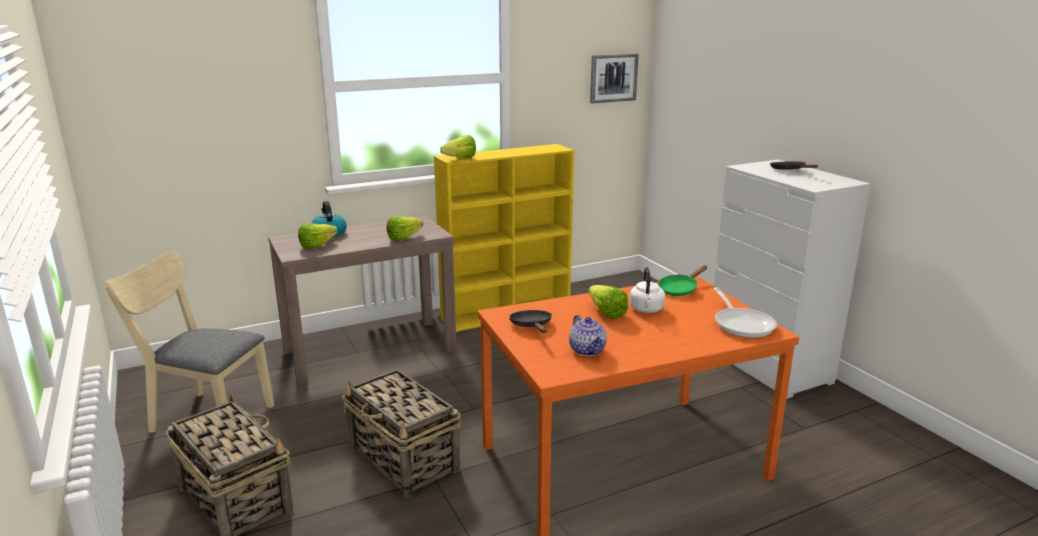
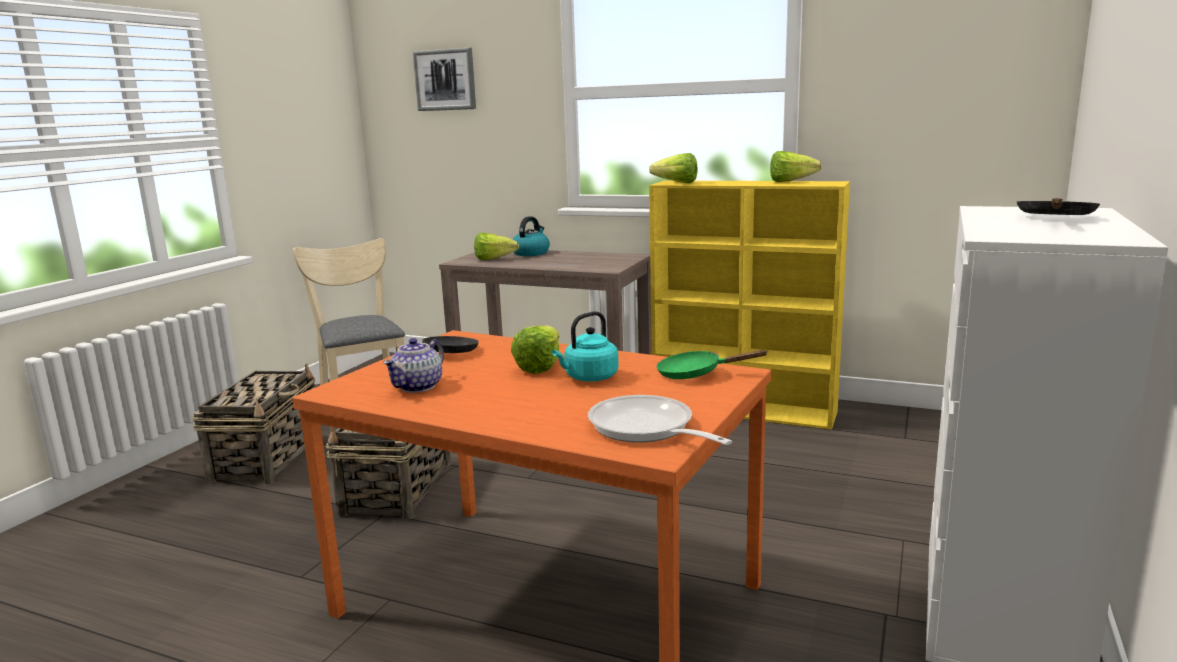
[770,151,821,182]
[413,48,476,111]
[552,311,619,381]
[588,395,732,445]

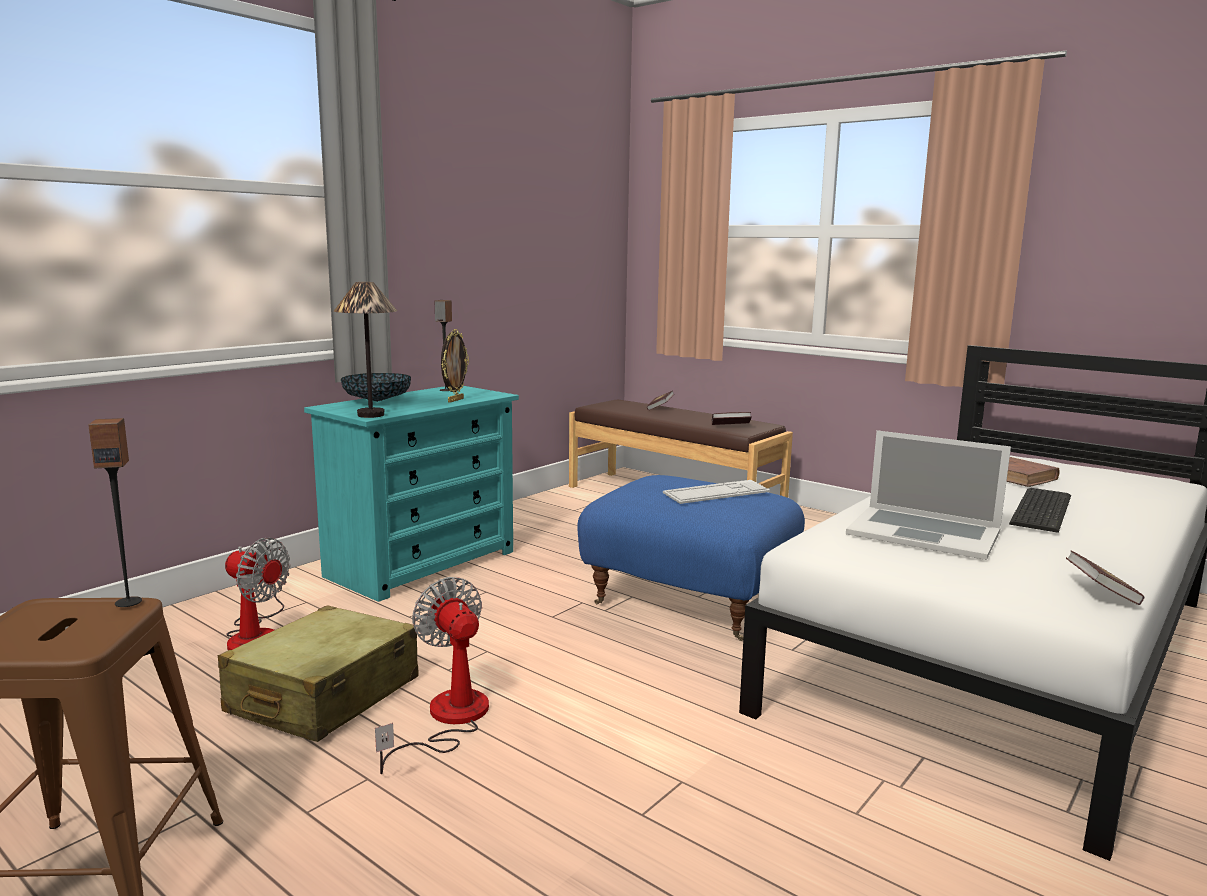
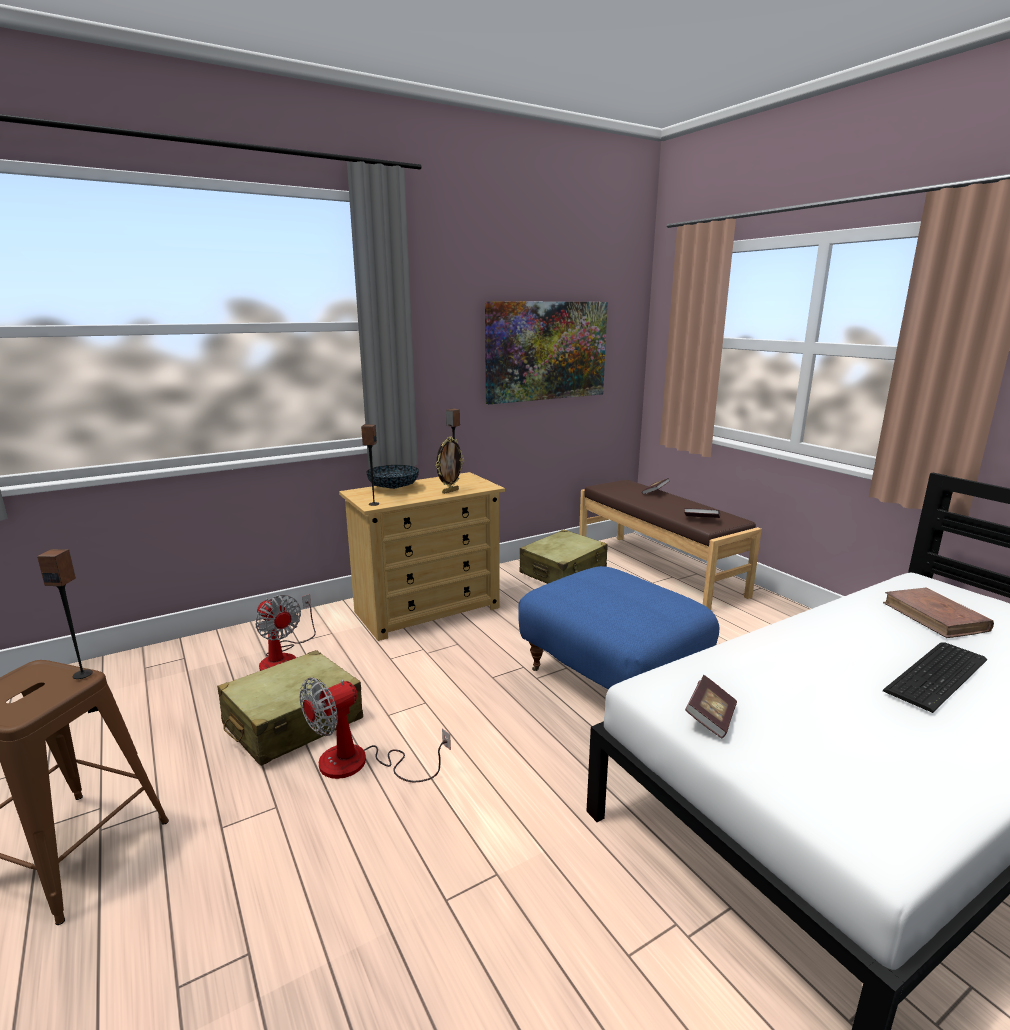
[663,480,770,504] (first image)
[846,430,1011,560] (first image)
[485,301,608,404]
[519,530,608,584]
[685,675,737,738]
[361,424,379,506]
[339,472,505,641]
[300,677,451,782]

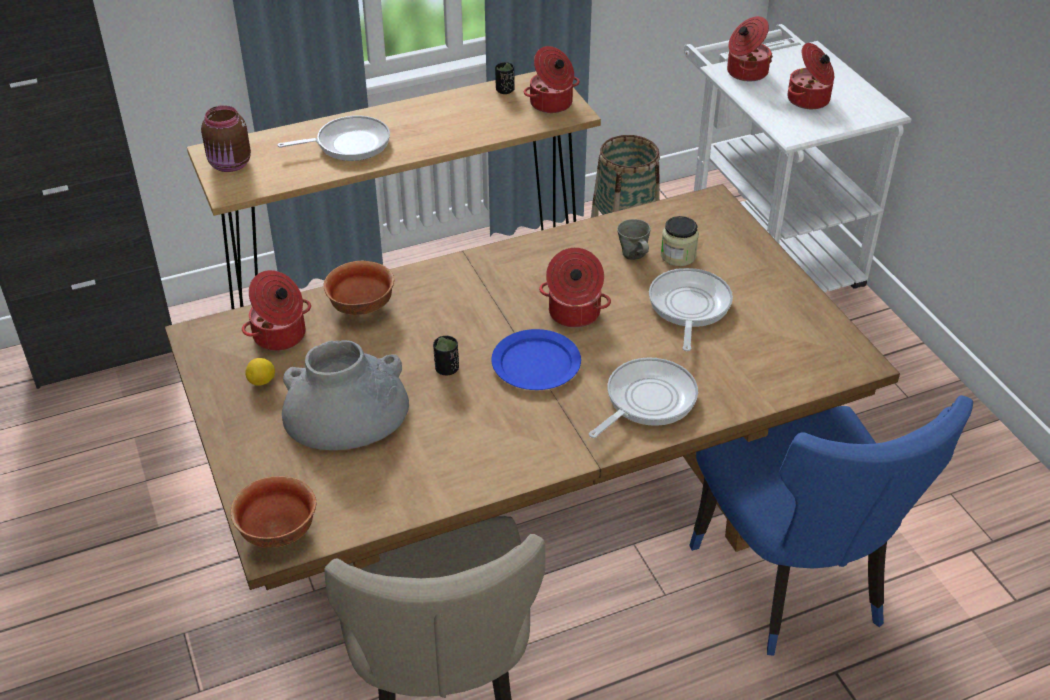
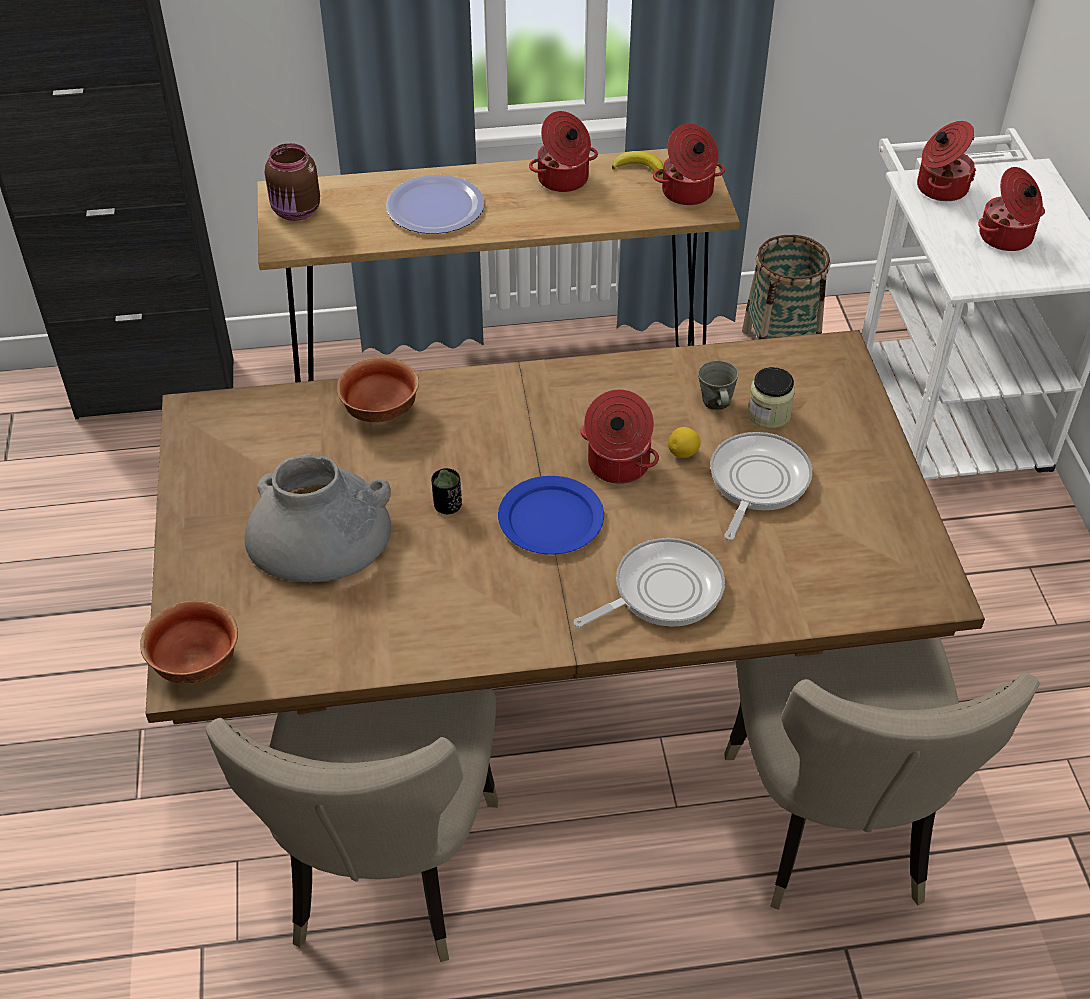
[529,111,598,192]
[668,427,701,458]
[386,175,485,234]
[612,151,663,175]
[724,637,1040,910]

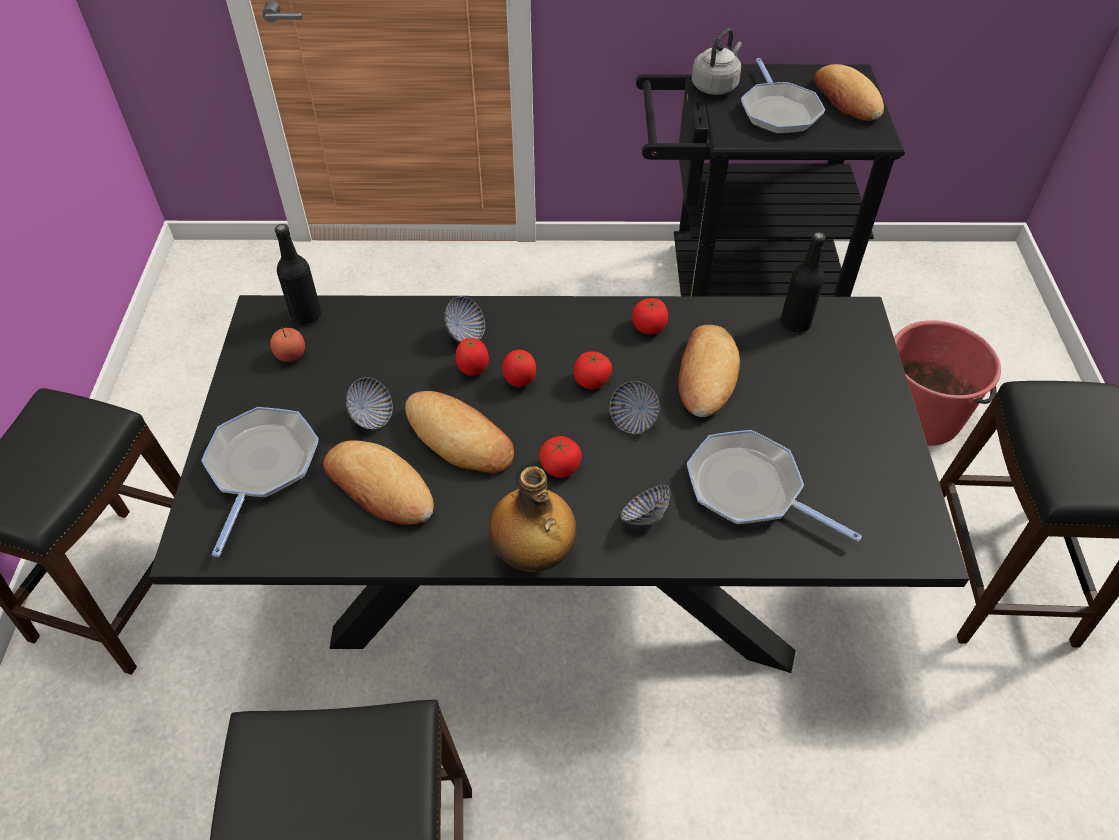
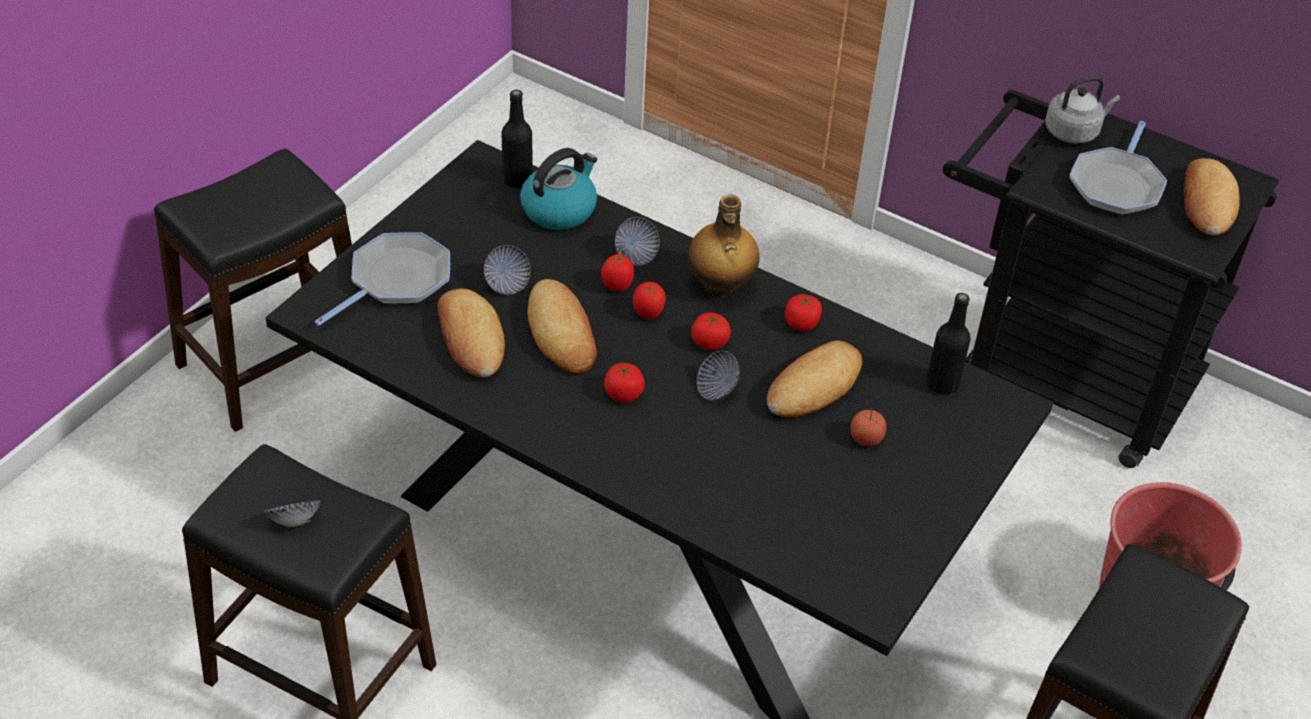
[687,430,862,542] (first image)
[520,148,597,230]
[850,409,887,446]
[688,195,760,297]
[264,501,320,528]

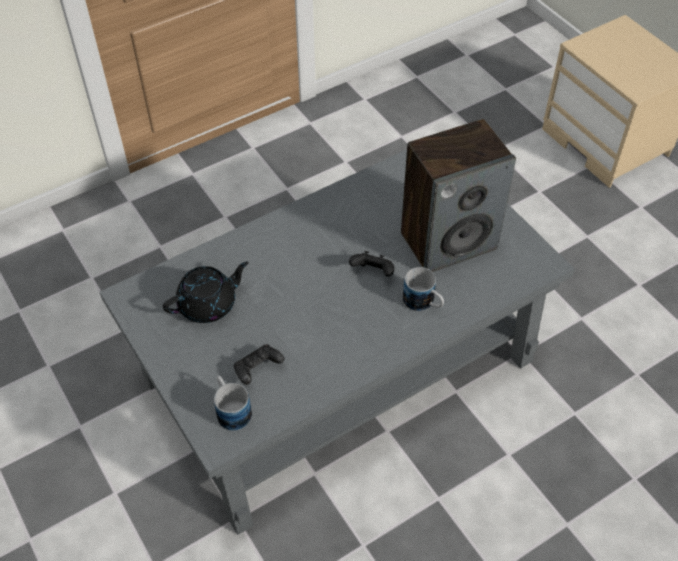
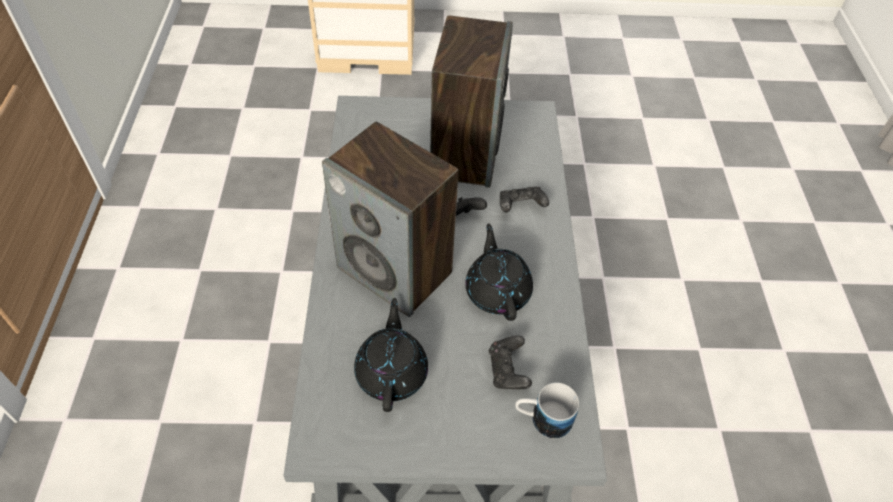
[322,122,459,317]
[465,224,533,321]
[500,187,549,212]

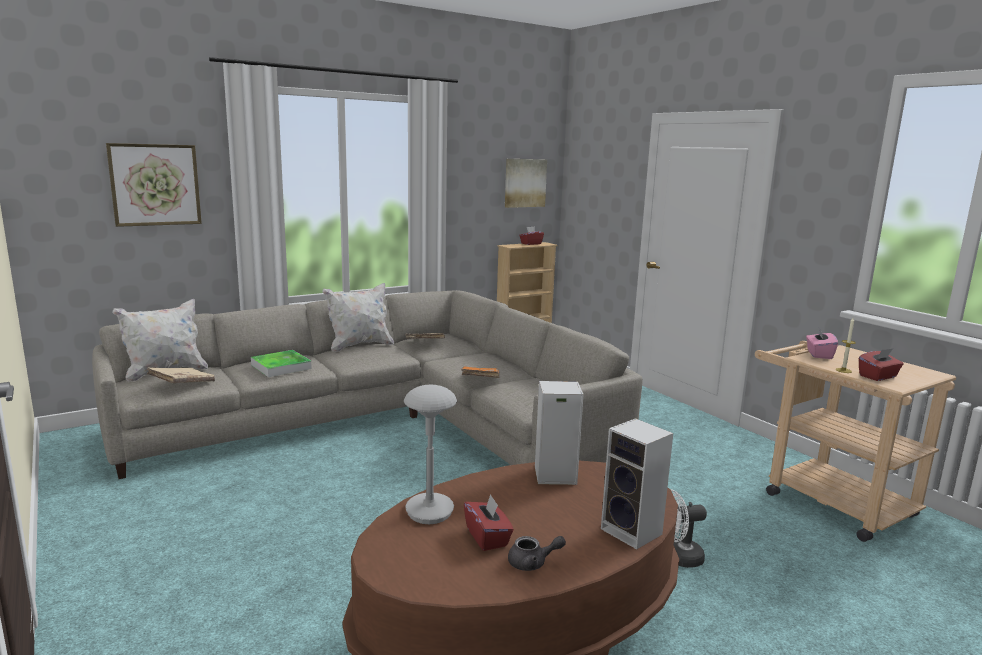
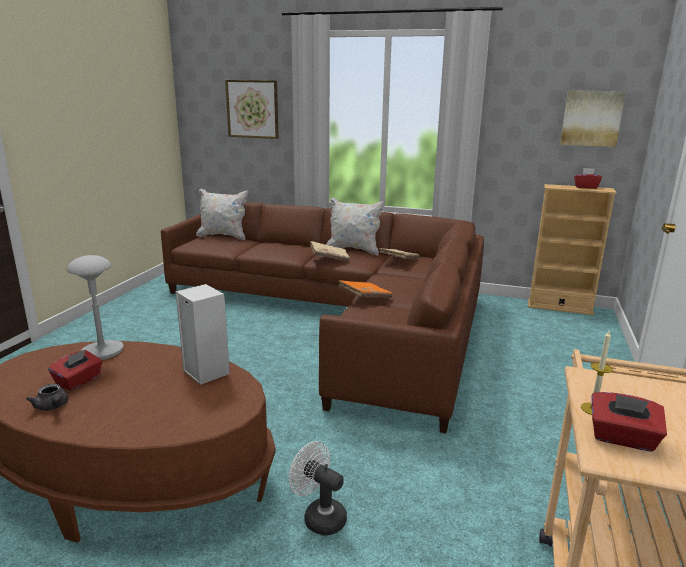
[251,350,312,377] (first image)
[601,418,673,549] (first image)
[806,328,838,359] (first image)
[310,241,350,262]
[161,202,484,433]

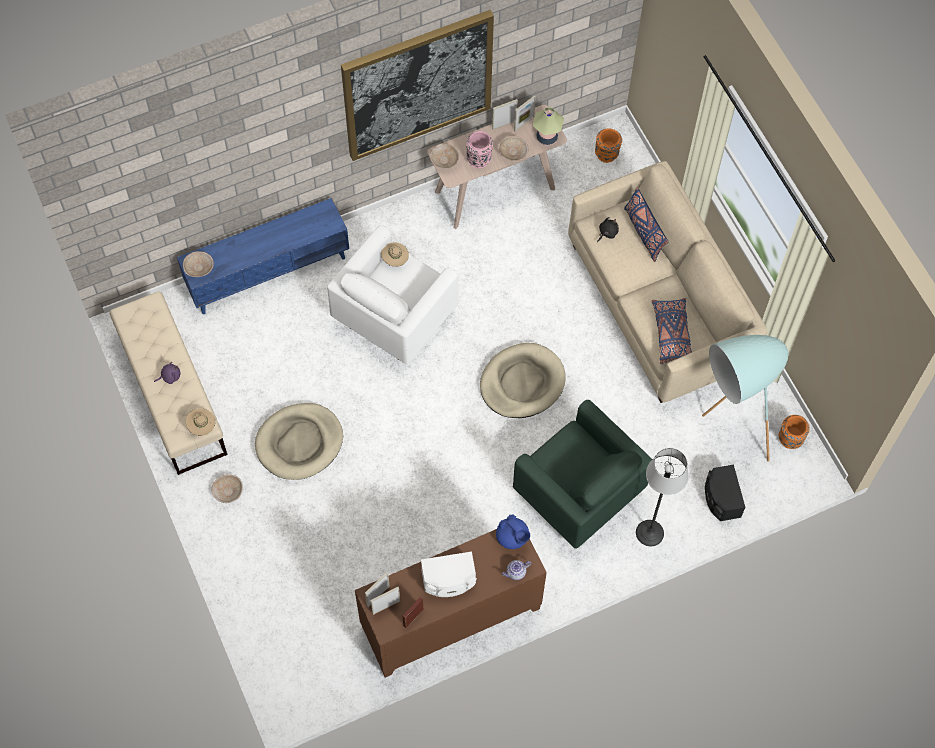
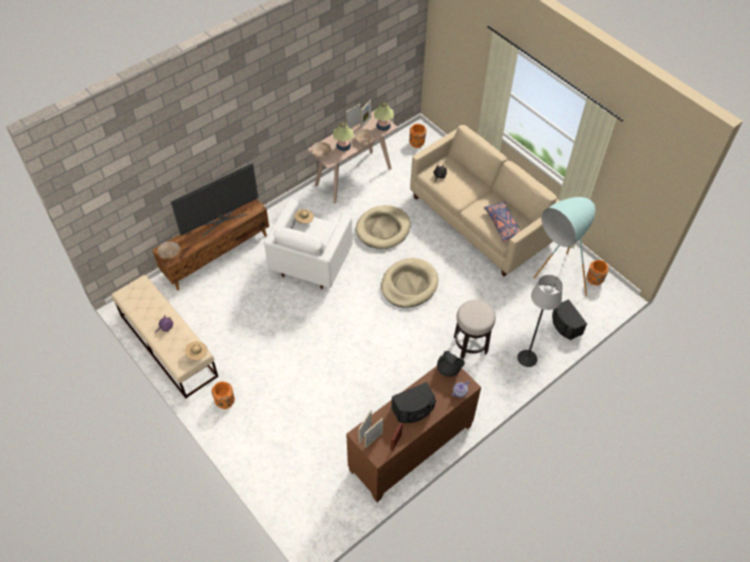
[341,10,494,161] (first image)
[624,187,669,262] (first image)
[170,162,258,237]
[356,205,411,249]
[211,382,235,409]
[333,122,353,152]
[454,300,496,359]
[152,199,269,290]
[391,382,436,423]
[437,351,465,377]

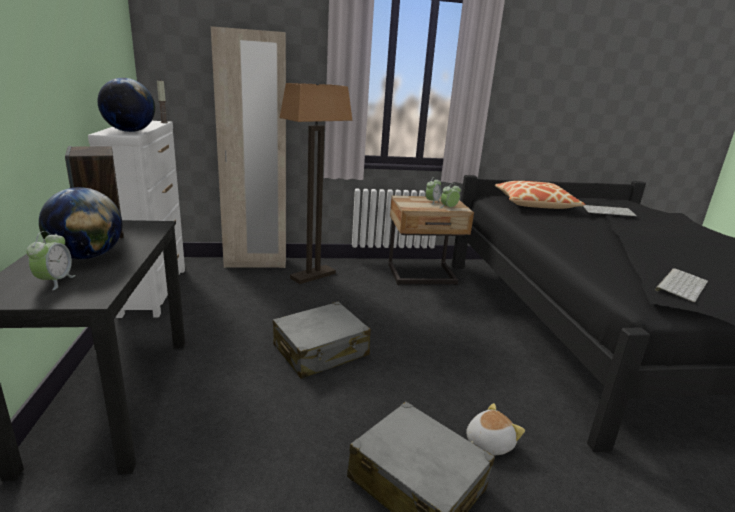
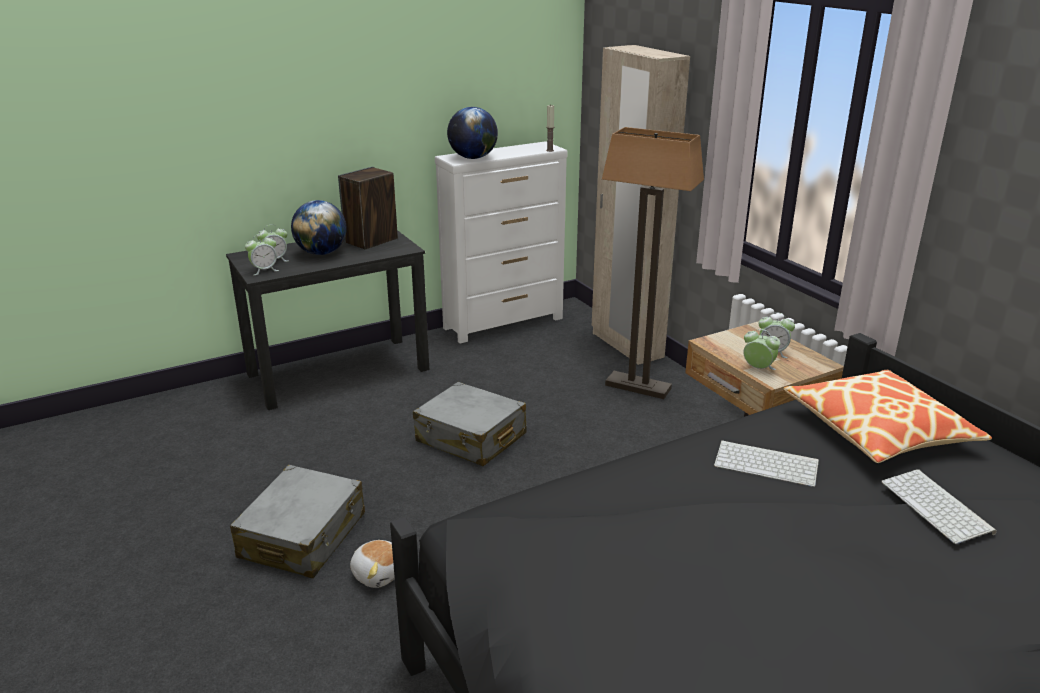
[245,234,279,275]
[714,440,819,487]

